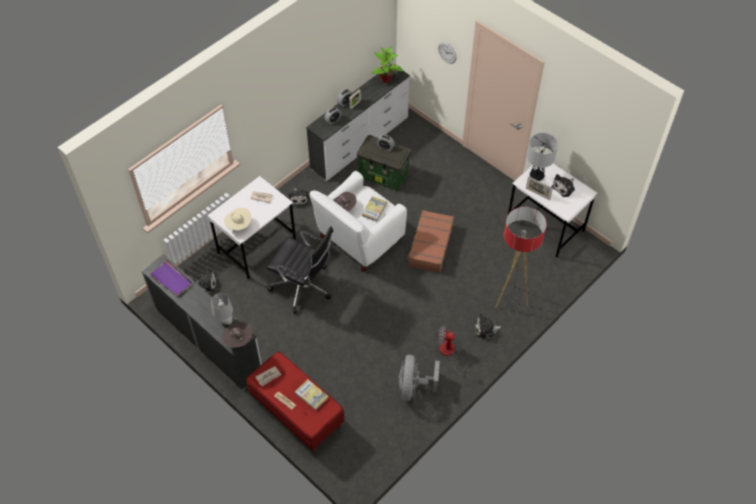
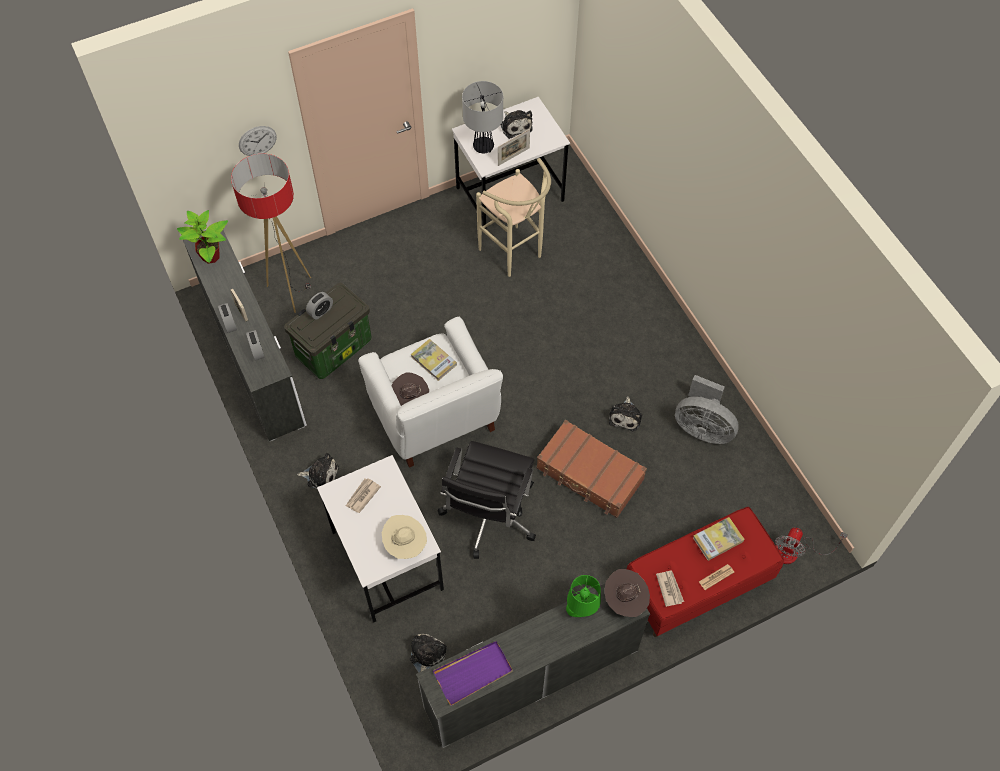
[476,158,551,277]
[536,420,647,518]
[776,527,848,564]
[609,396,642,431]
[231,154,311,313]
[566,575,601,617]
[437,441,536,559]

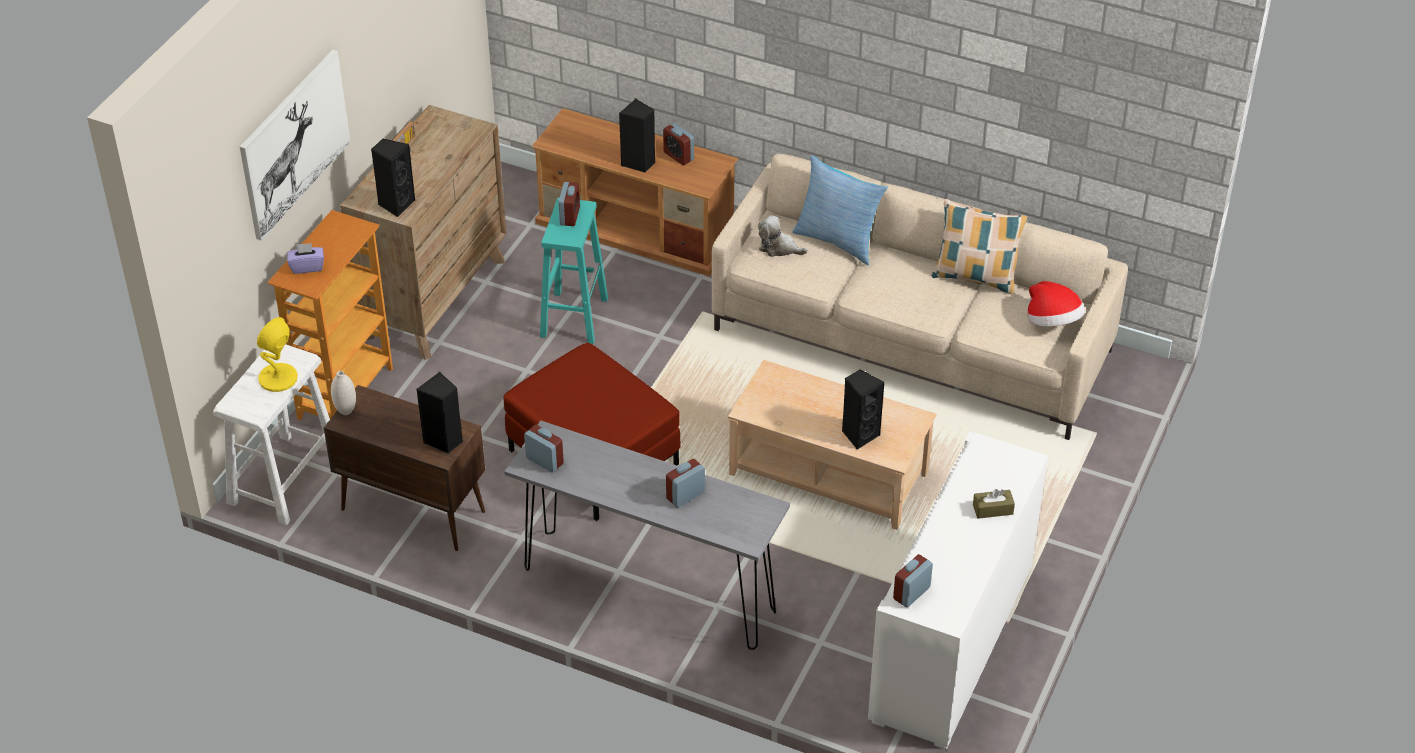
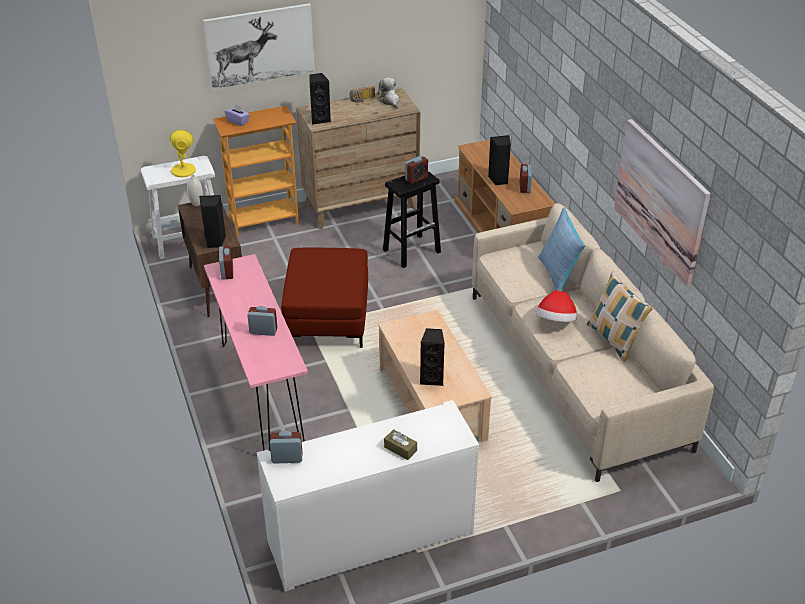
[614,119,711,287]
[377,77,399,109]
[536,290,577,322]
[204,254,308,451]
[383,171,441,268]

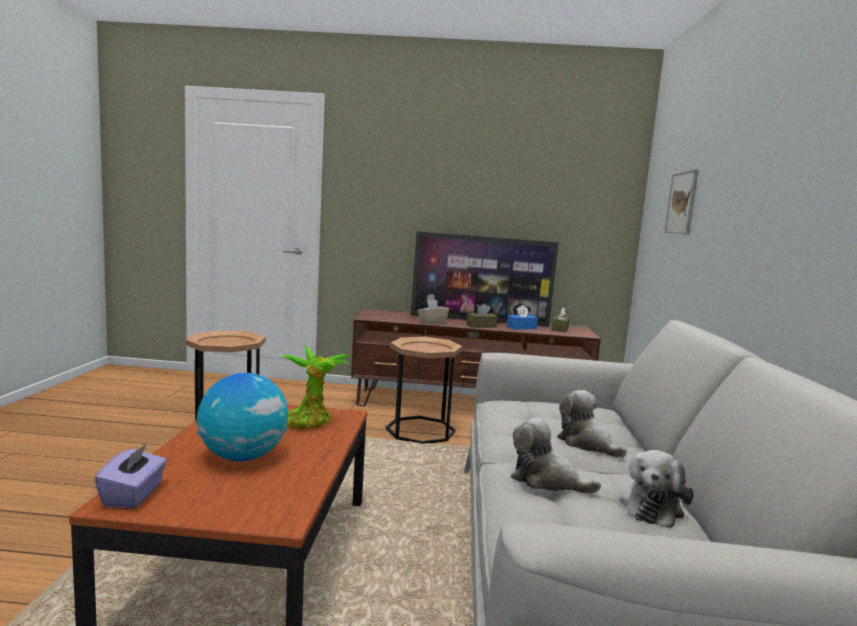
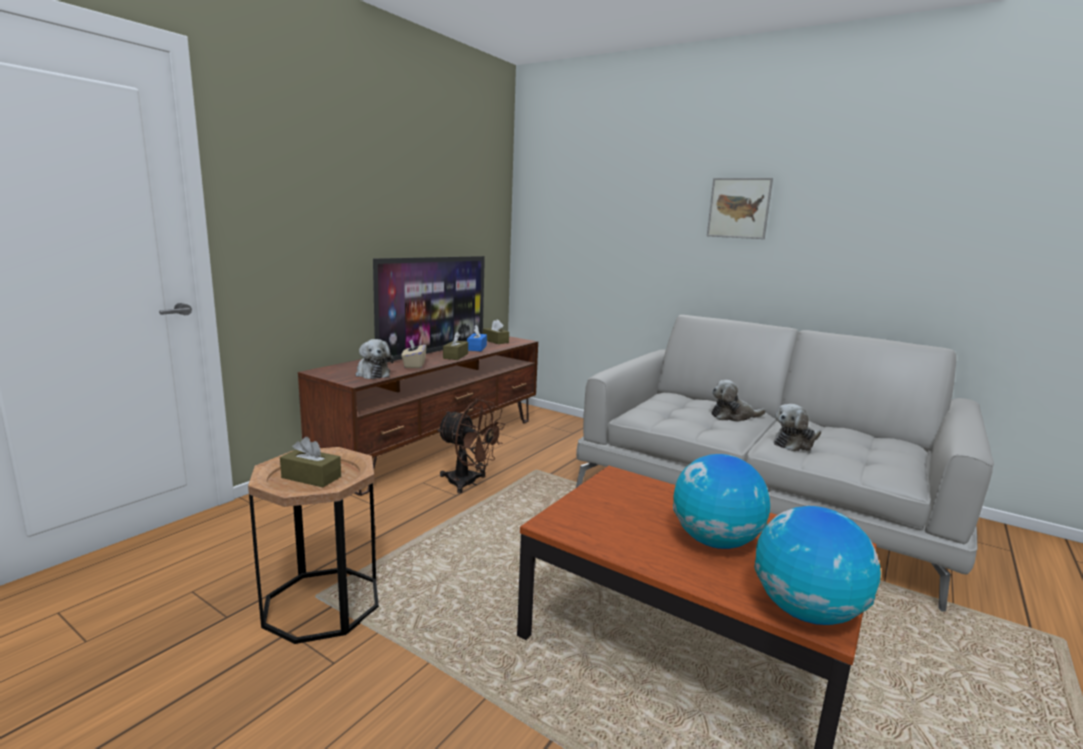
[280,346,350,429] (first image)
[280,437,341,487]
[355,339,394,379]
[707,178,773,239]
[754,506,881,625]
[437,399,505,493]

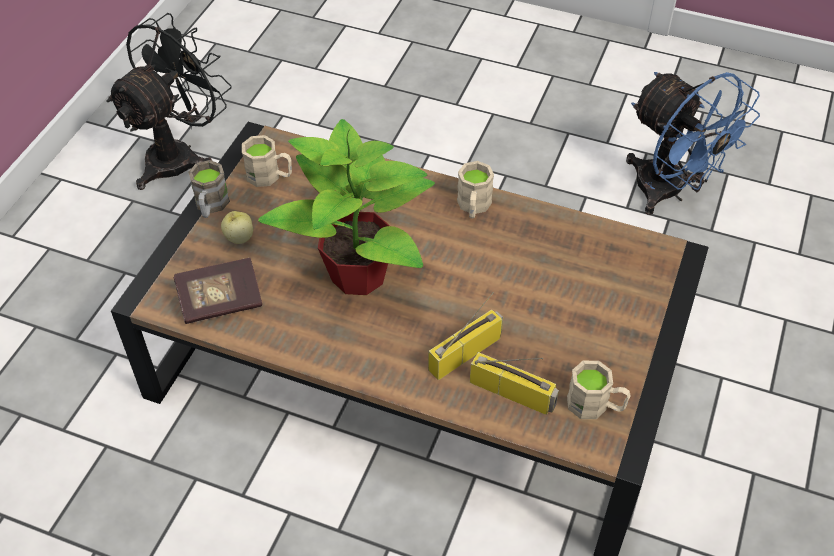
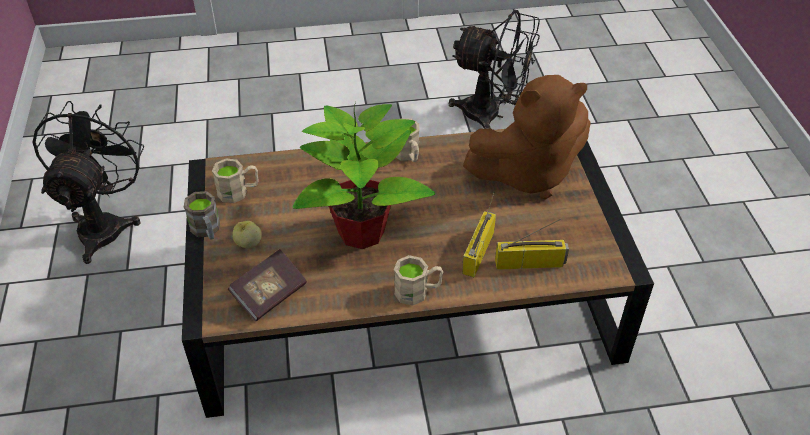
[463,75,591,199]
[394,255,443,306]
[449,10,540,129]

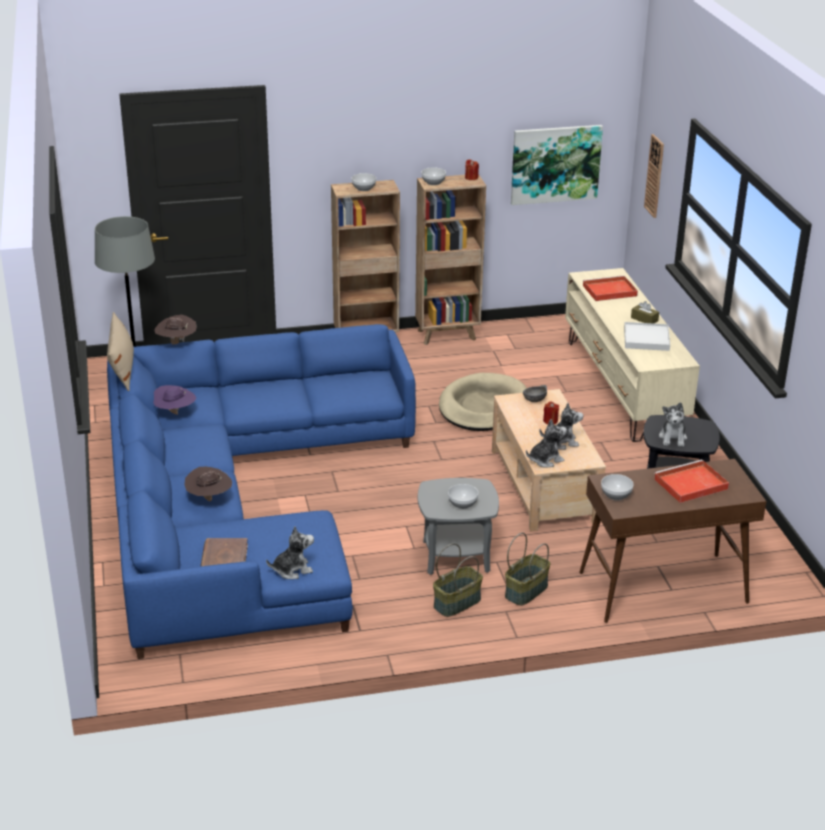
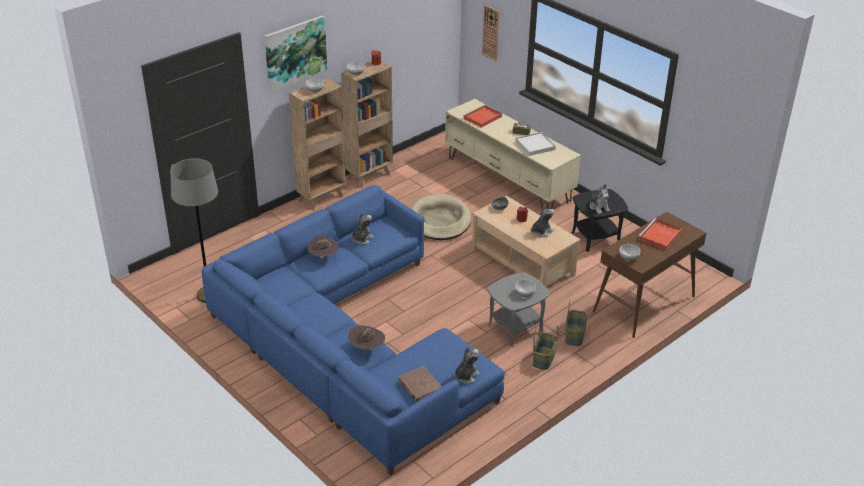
[107,312,134,391] (first image)
[153,385,196,415] (first image)
[307,236,338,259]
[264,15,327,92]
[352,212,374,245]

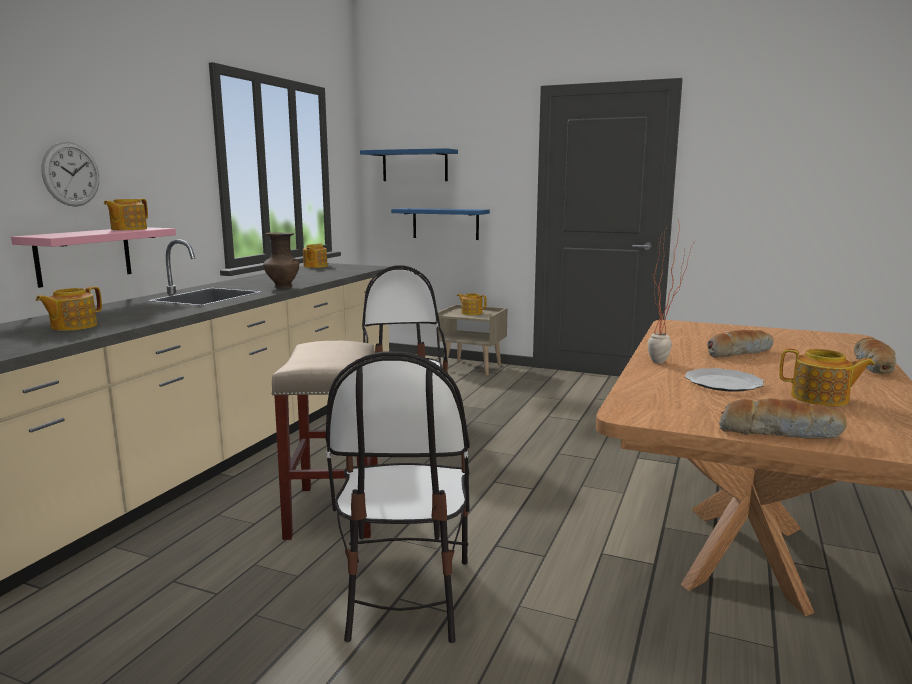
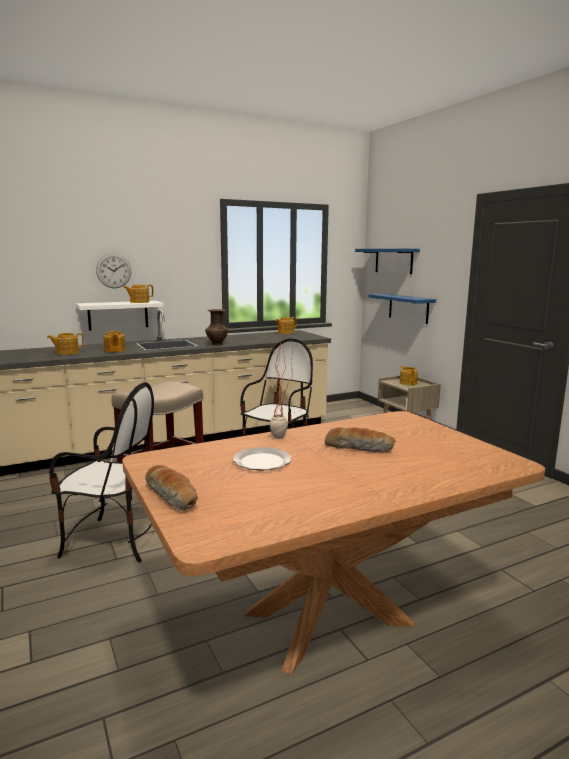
[854,338,896,374] (first image)
[103,330,126,352]
[76,301,164,331]
[49,382,154,562]

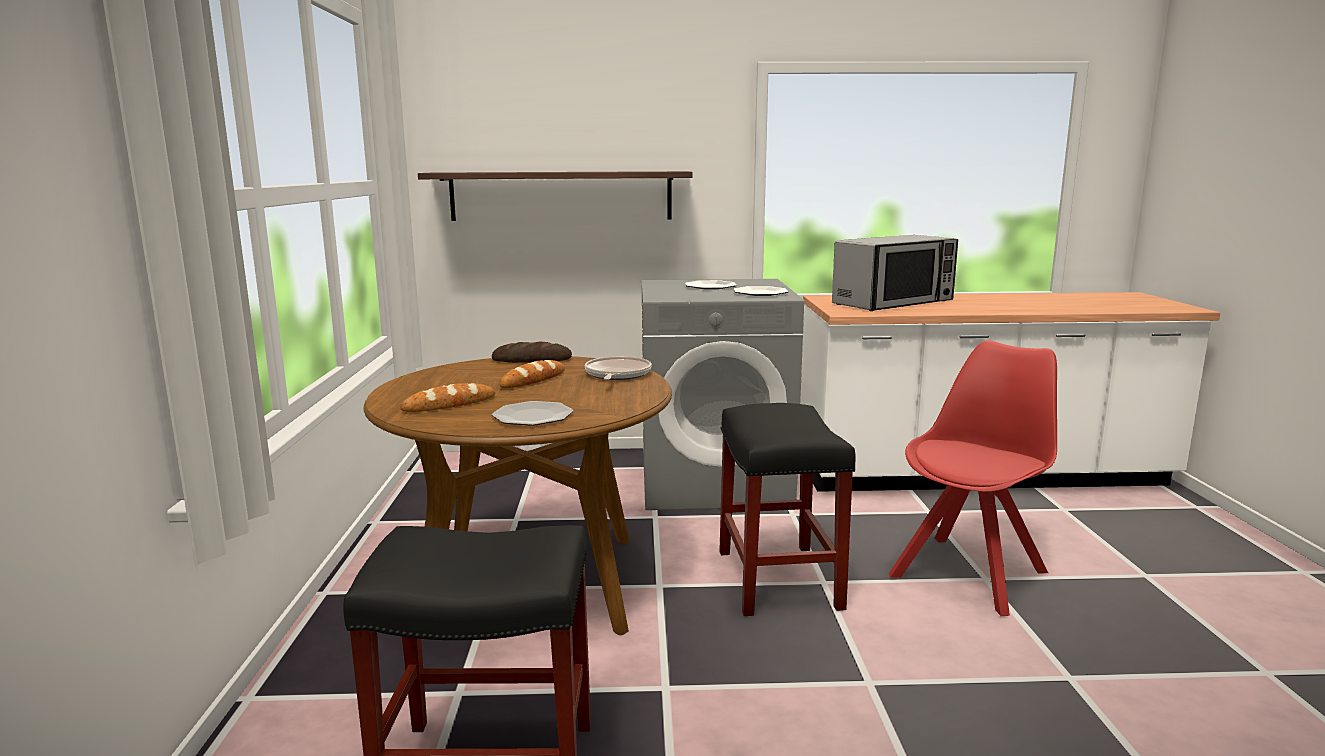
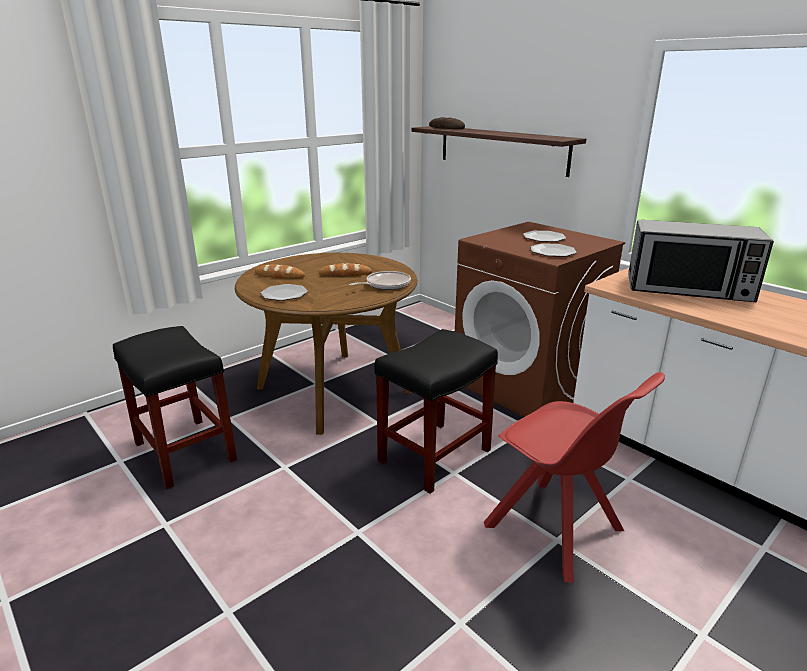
[429,117,465,129]
[455,222,625,417]
[484,372,665,583]

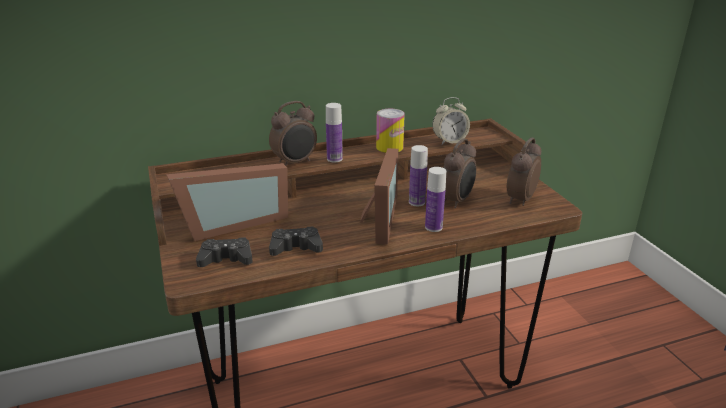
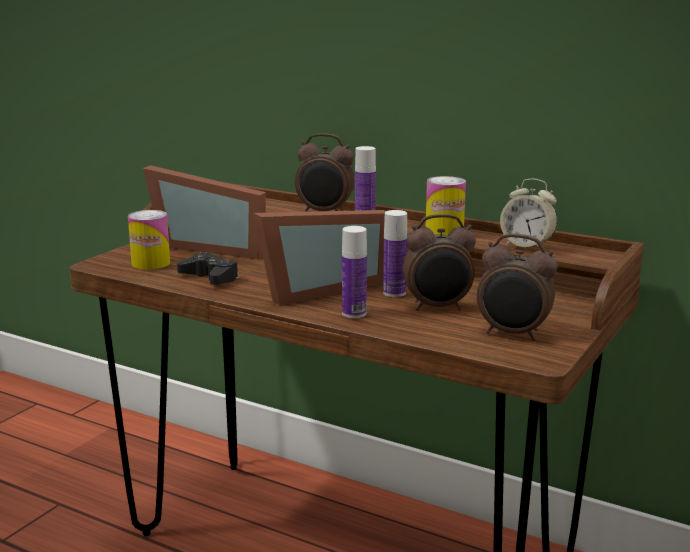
[128,210,170,270]
[477,234,558,341]

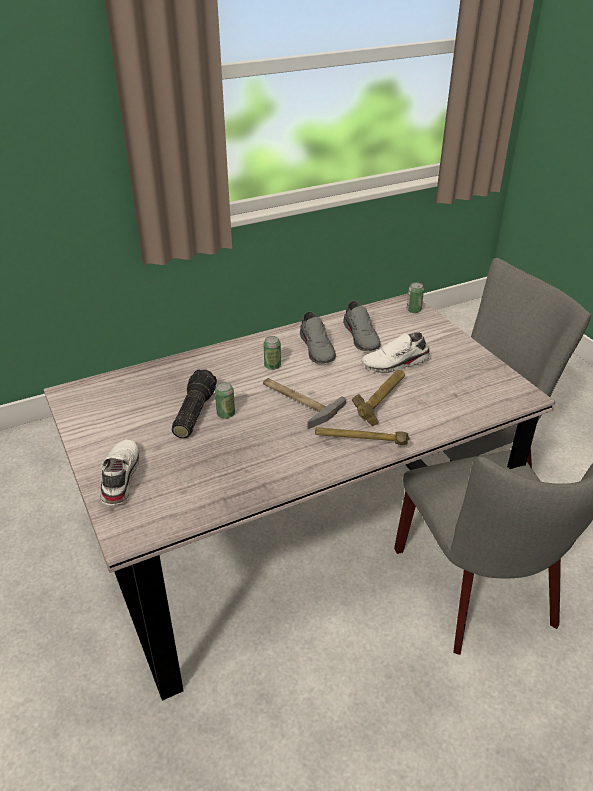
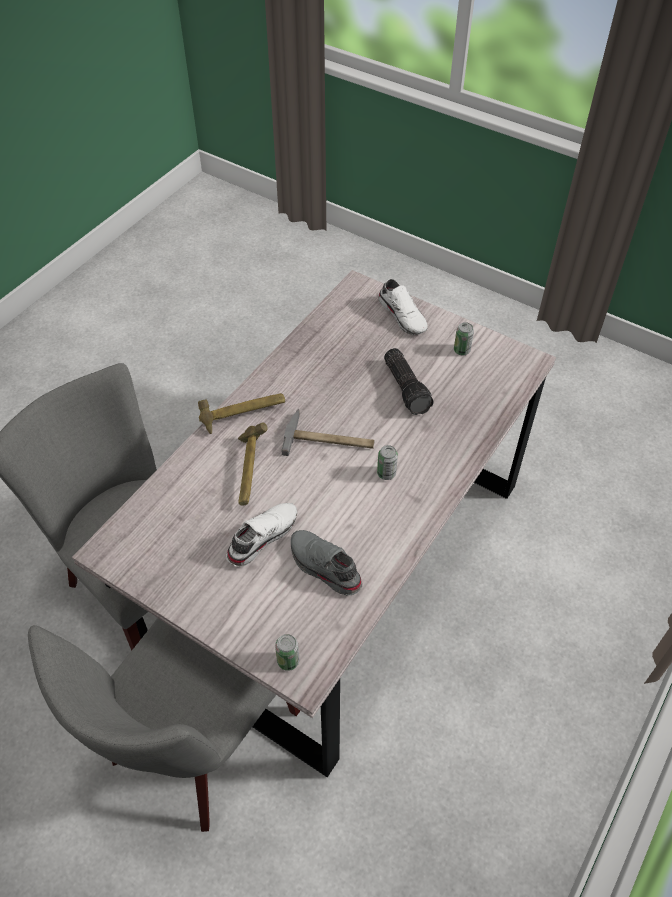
[300,311,336,364] (first image)
[454,322,474,355]

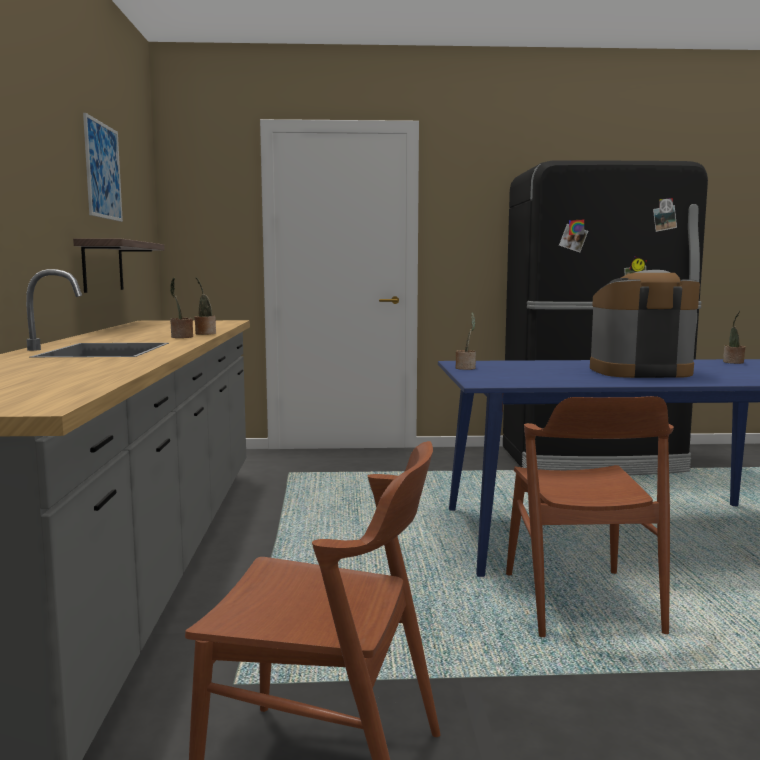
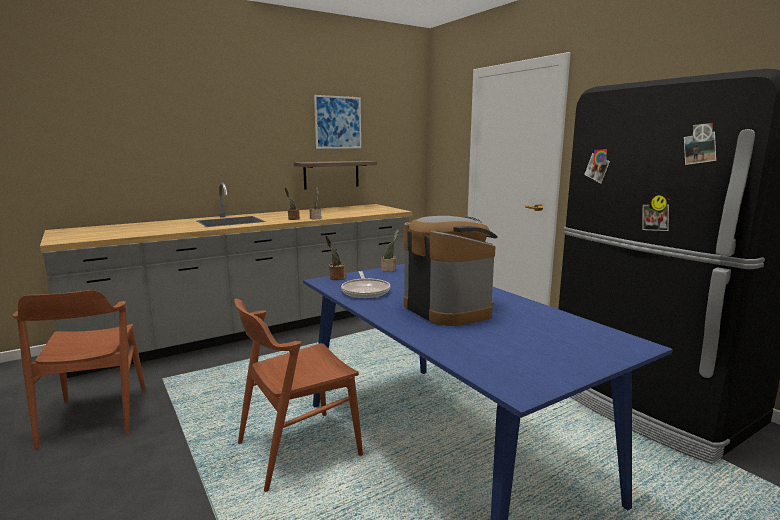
[341,271,390,298]
[325,235,345,280]

